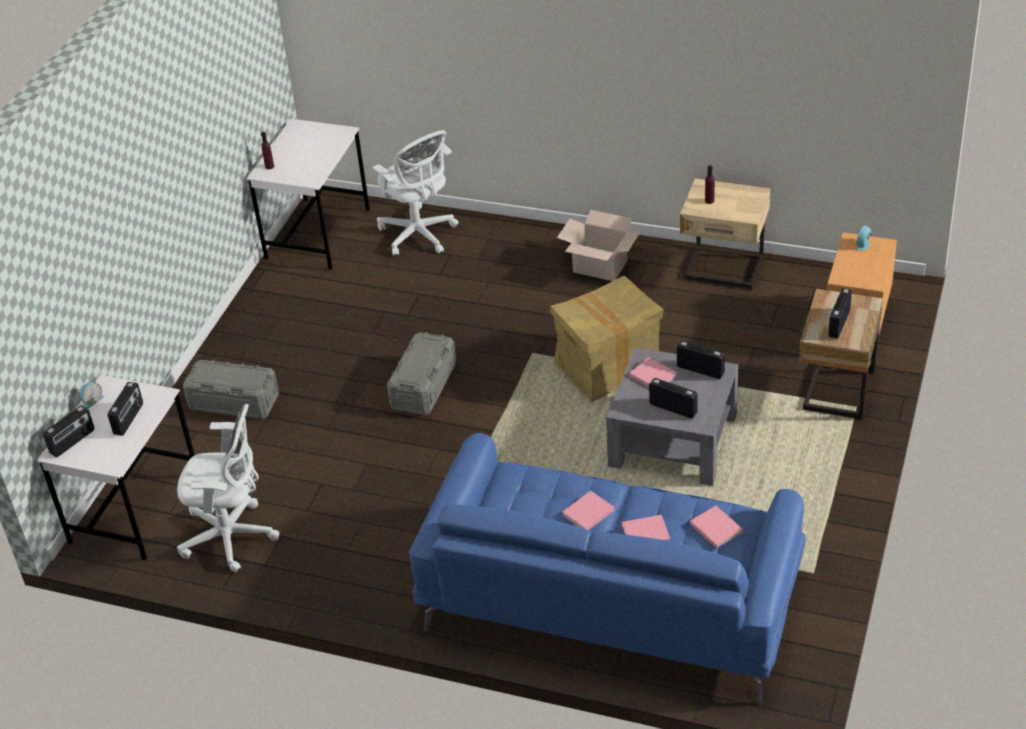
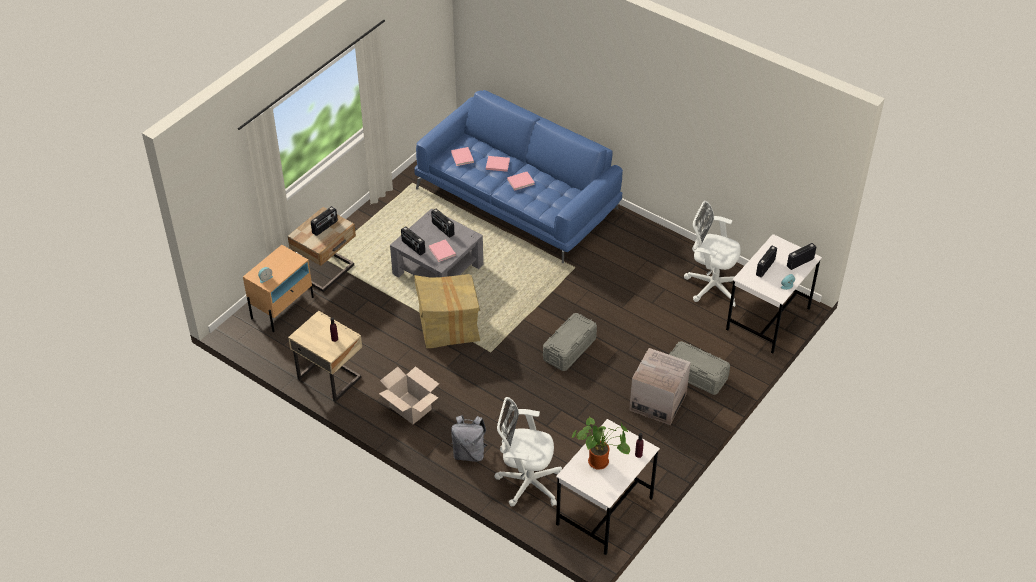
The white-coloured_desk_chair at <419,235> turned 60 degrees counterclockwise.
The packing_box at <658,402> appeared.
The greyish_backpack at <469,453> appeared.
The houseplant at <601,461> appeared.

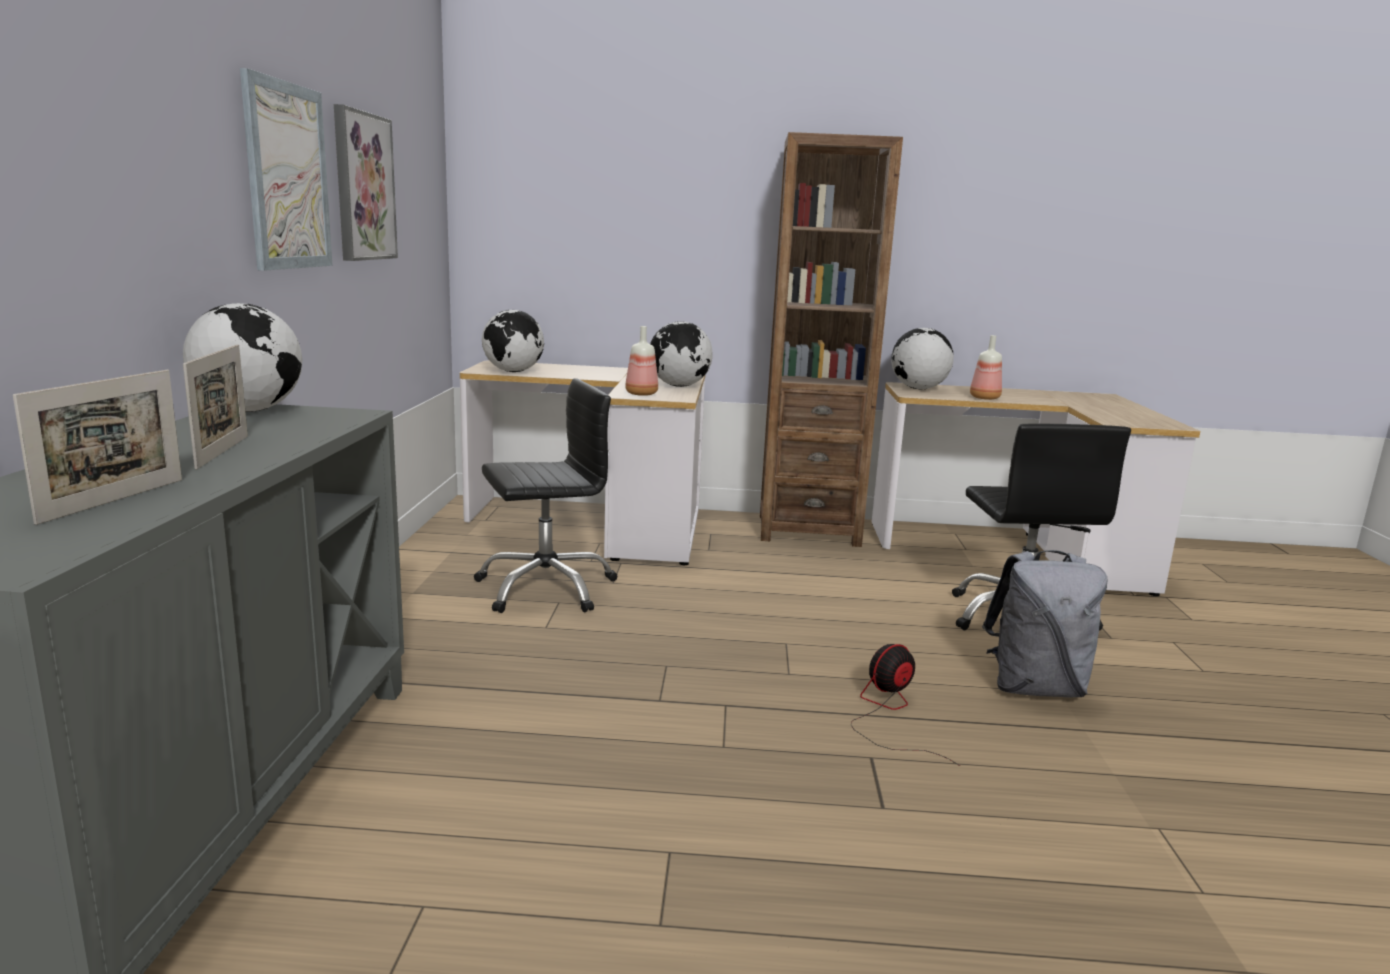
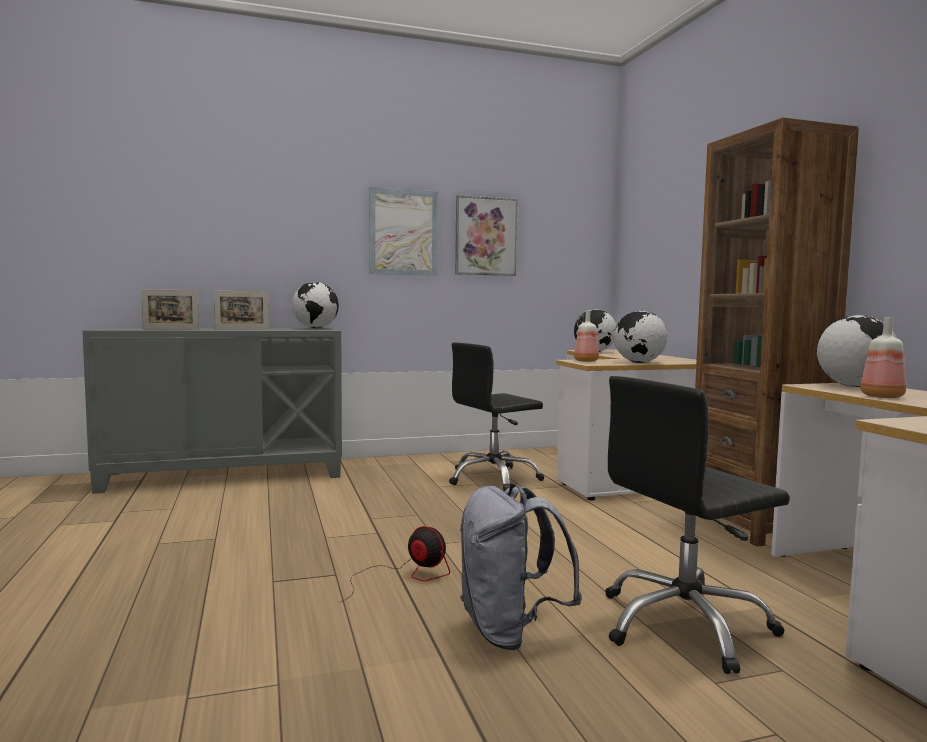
The blackish_desk_chair at <546,588> turned 105 degrees clockwise.

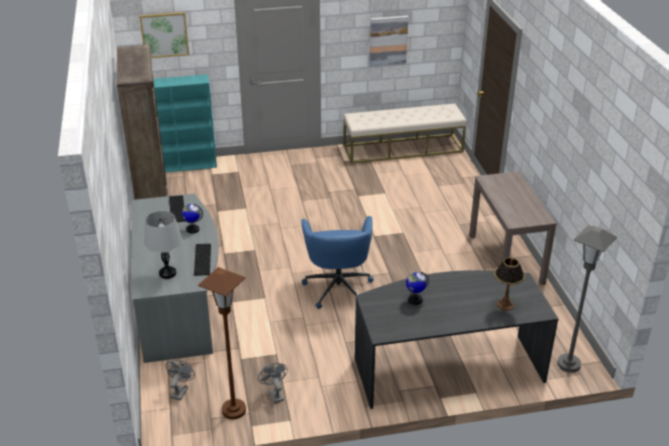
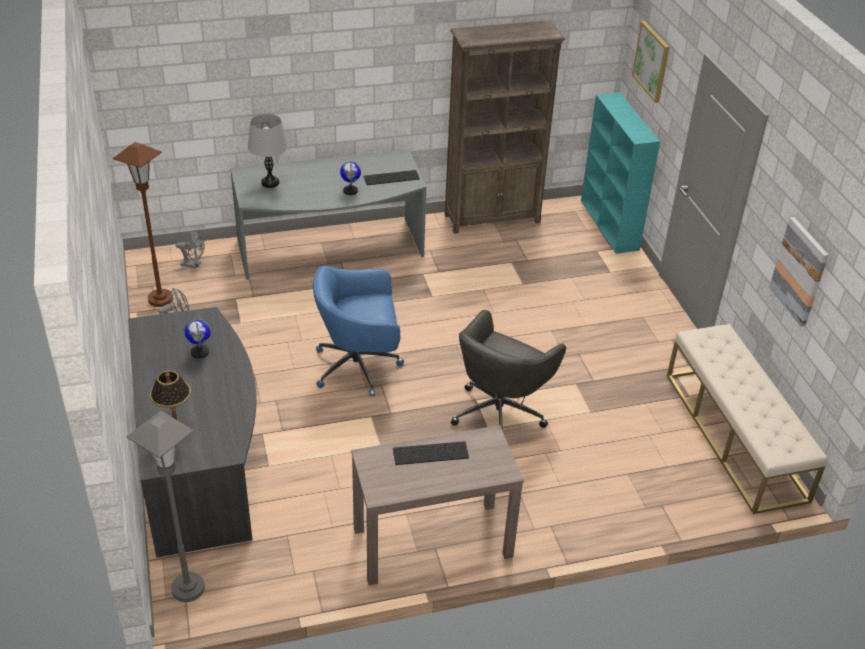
The PC_keyboard moved from <201,259> to <431,452>.
The greyish_desk_chair at <500,413> appeared.

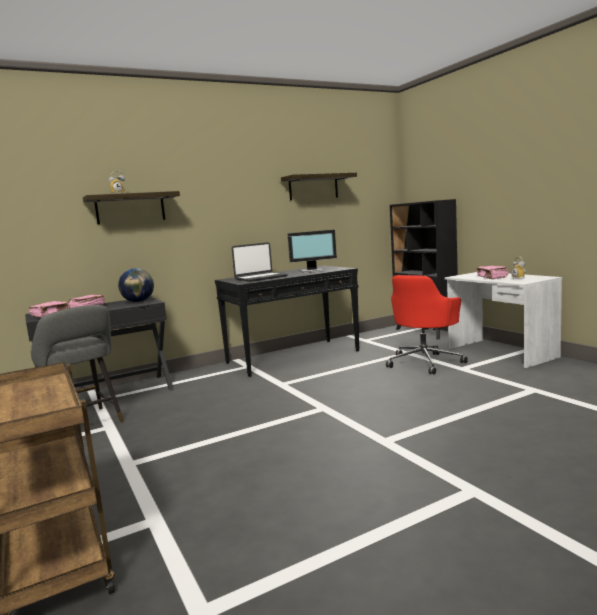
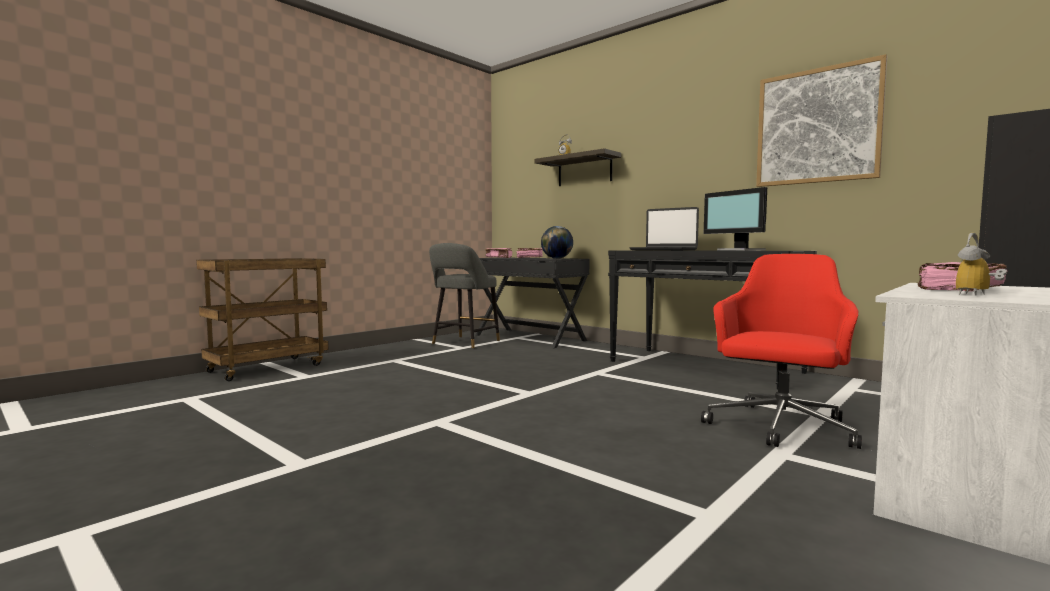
The wall_shelf at <313,187> was replaced by the wall_art at <817,126>.
The red_desk_chair at <425,362> turned 105 degrees clockwise.

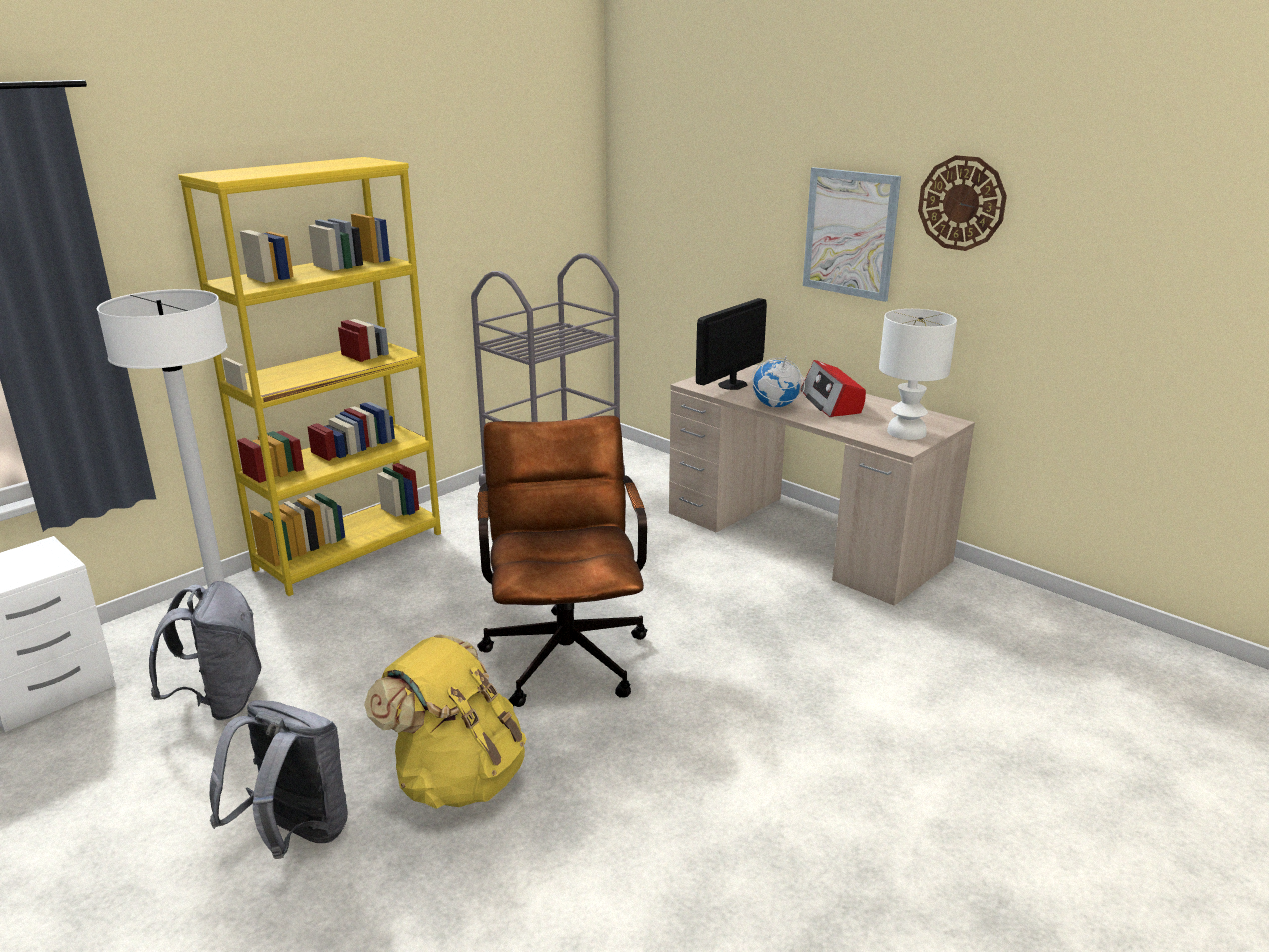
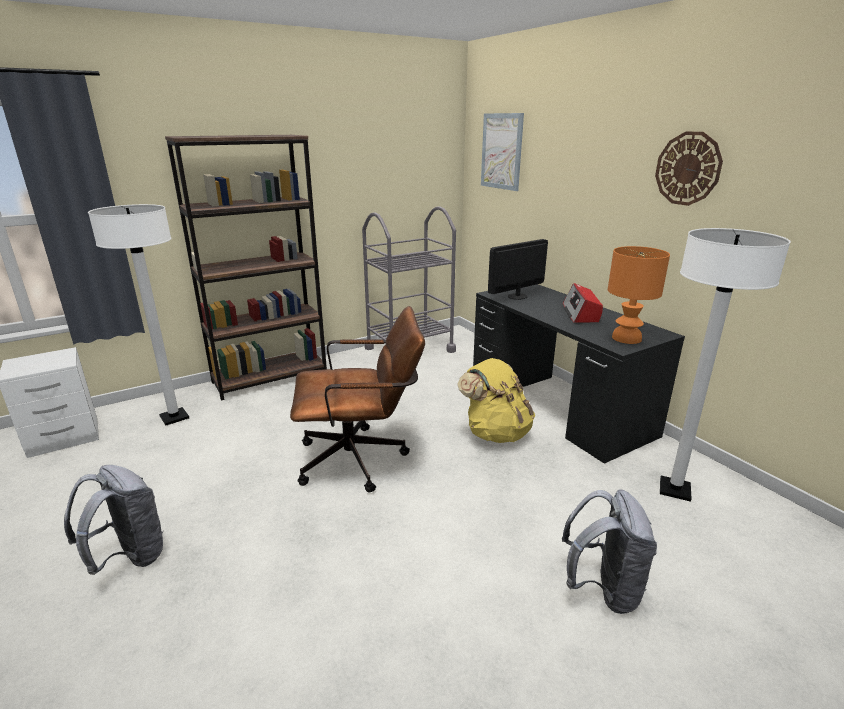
The yellowish_shelving_unit at <350,551> became the brown_shelving_unit at <270,378>.
The wall_art moved from <850,233> to <501,151>.
The white-coloured_lamp_for_a_table at <906,433> became the orange_lamp_for_a_table at <626,338>.
The world_globe at <775,406> disappeared.
The beige-coloured_desk_table at <804,536> became the blackish_desk_table at <557,405>.
The brown_desk_chair at <565,649> turned 75 degrees clockwise.
The greyish_backpack moved from <221,701> to <603,589>.
The yellowish_backpack moved from <457,778> to <495,432>.
The white-coloured_floor_lamp at <674,490> appeared.

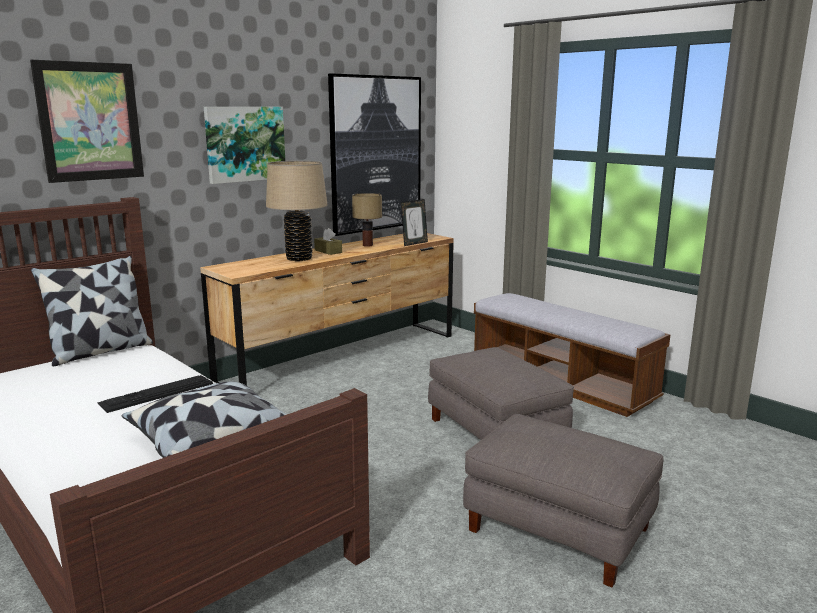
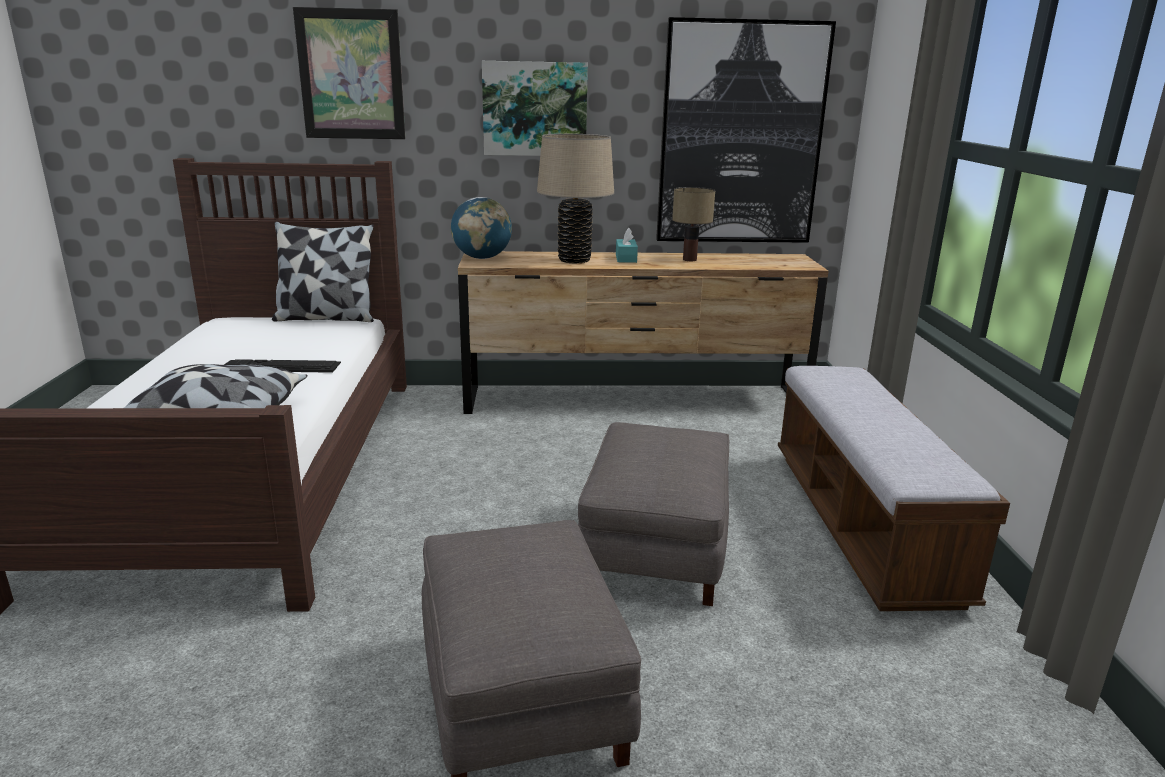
The picture_frame at <414,243> disappeared.
The brown_tissue_box at <328,251> became the blue-green_tissue_box at <626,258>.
The world_globe at <482,258> appeared.

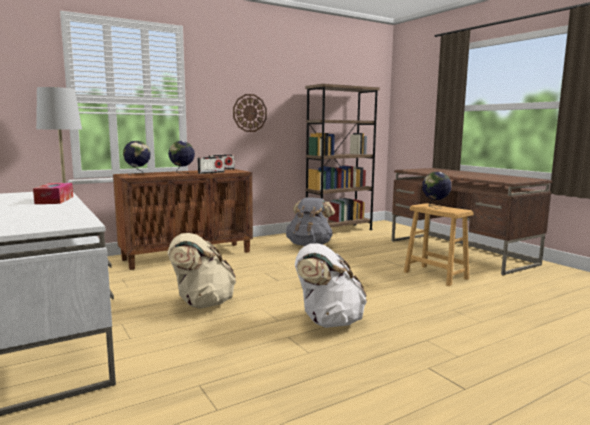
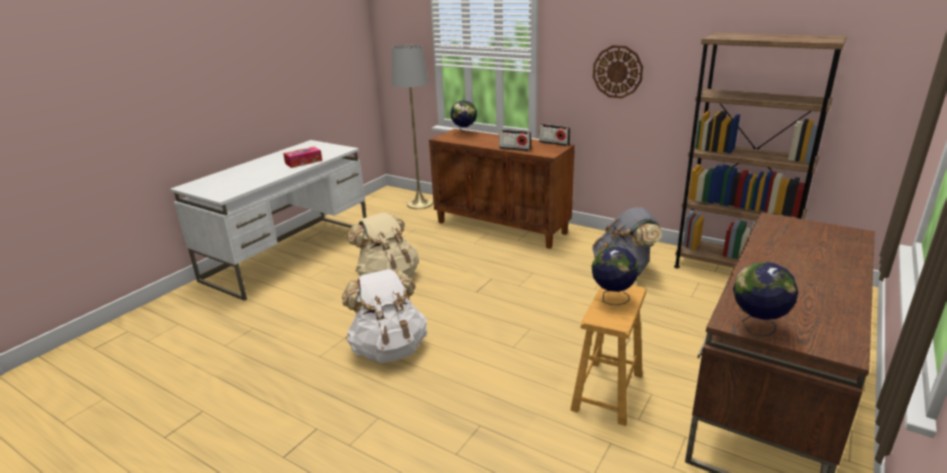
The world_globe moved from <182,173> to <757,328>.

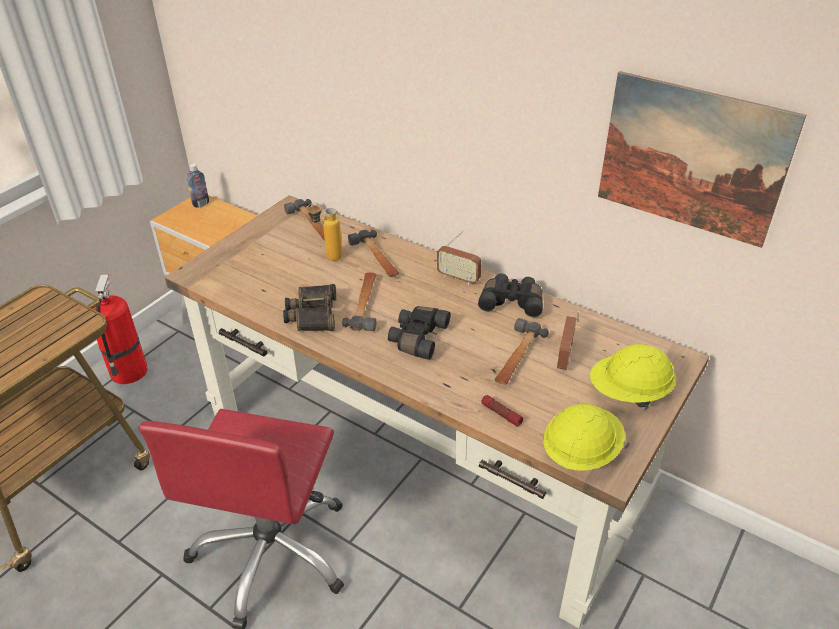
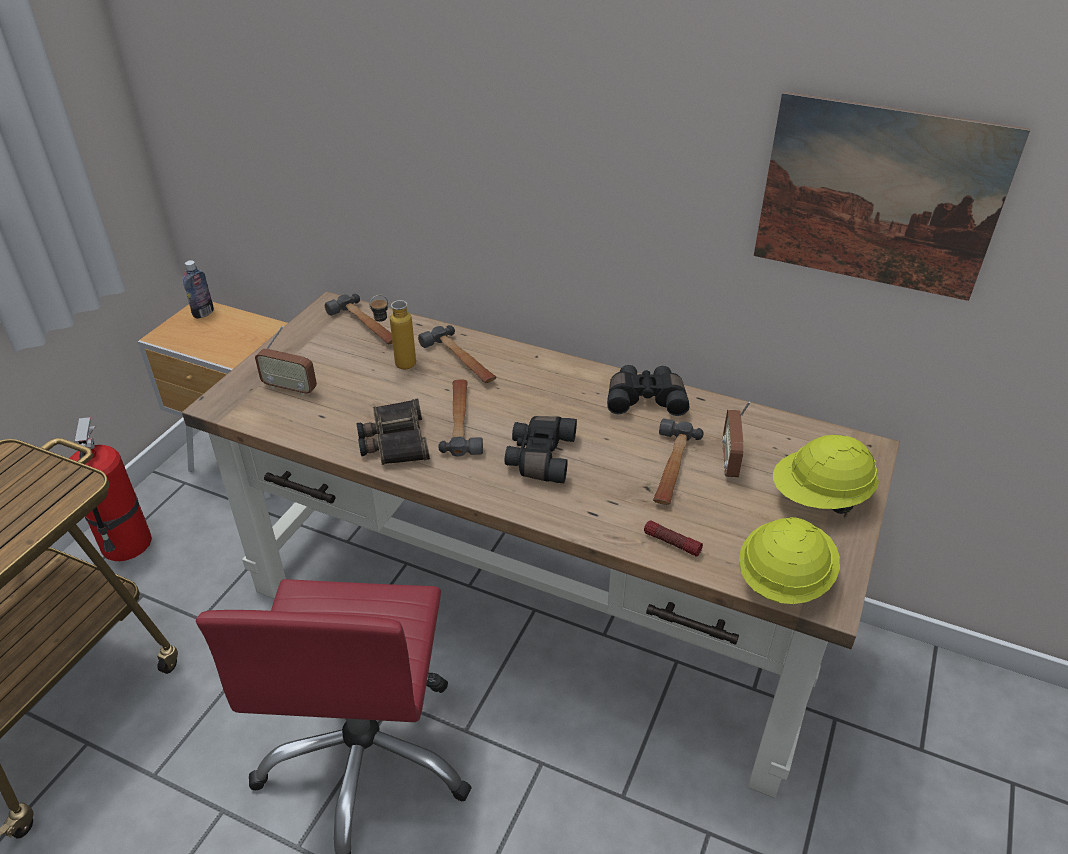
The radio_receiver moved from <458,278> to <290,388>.

